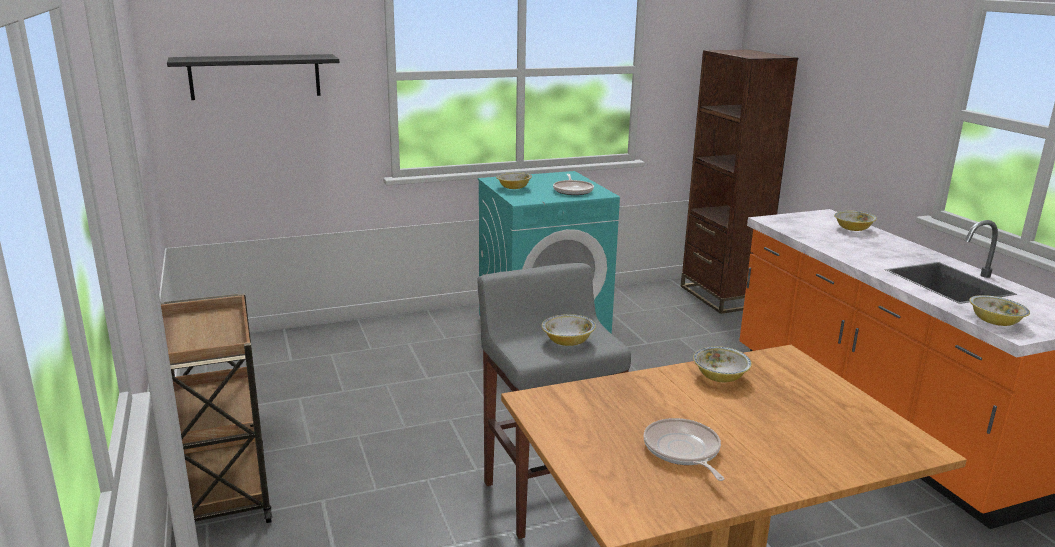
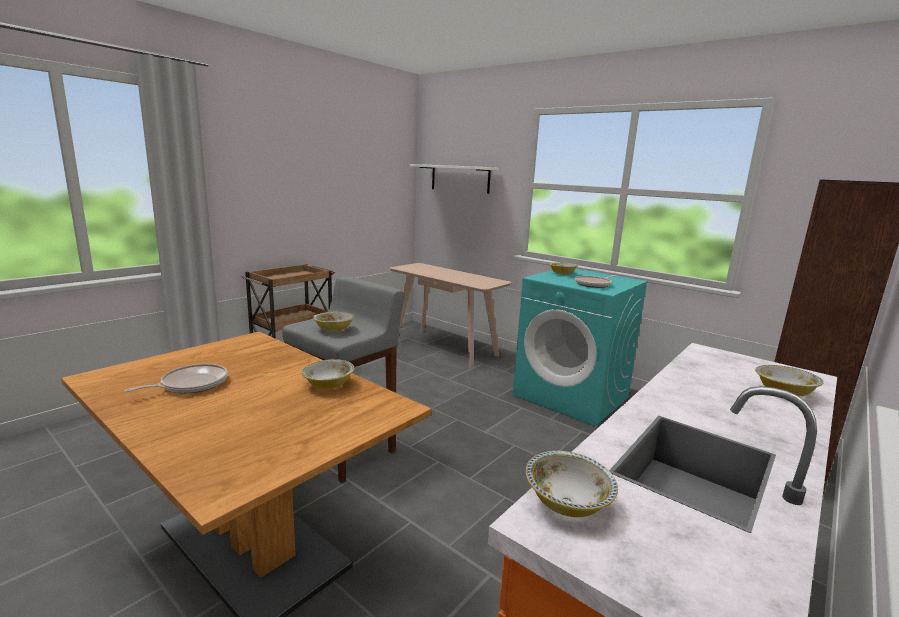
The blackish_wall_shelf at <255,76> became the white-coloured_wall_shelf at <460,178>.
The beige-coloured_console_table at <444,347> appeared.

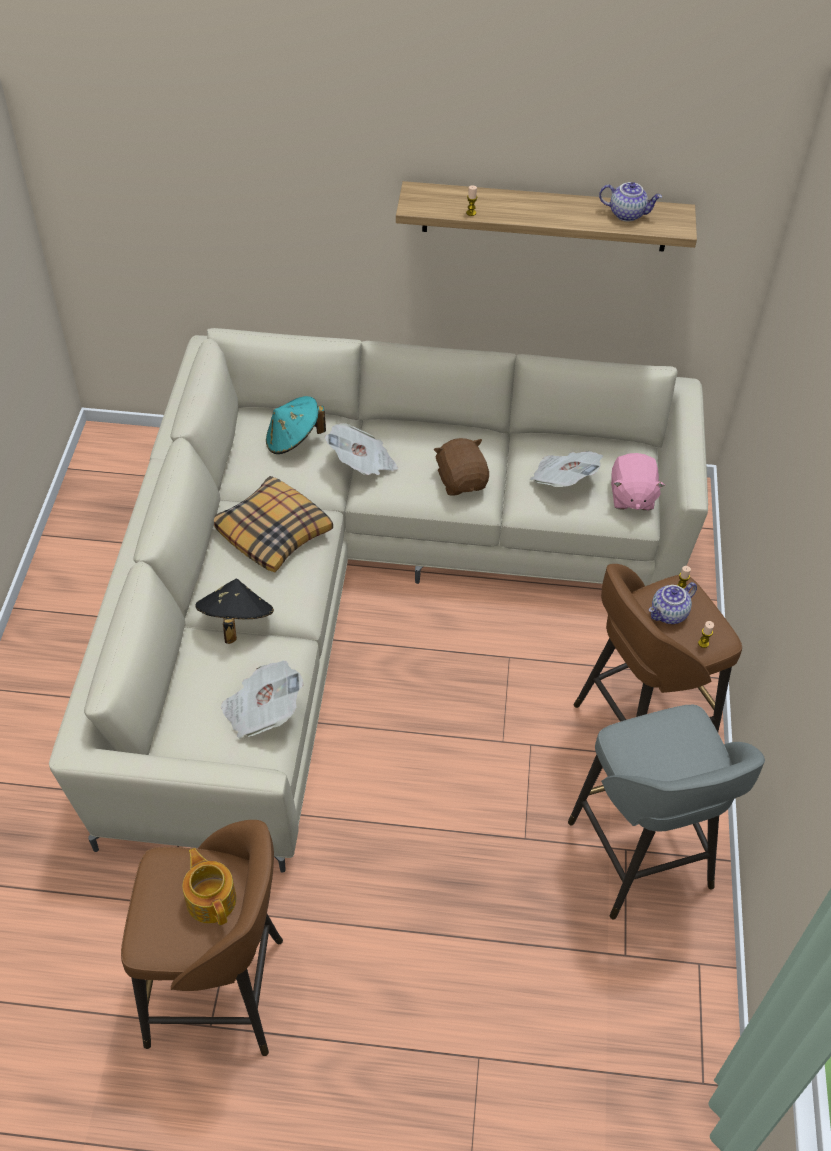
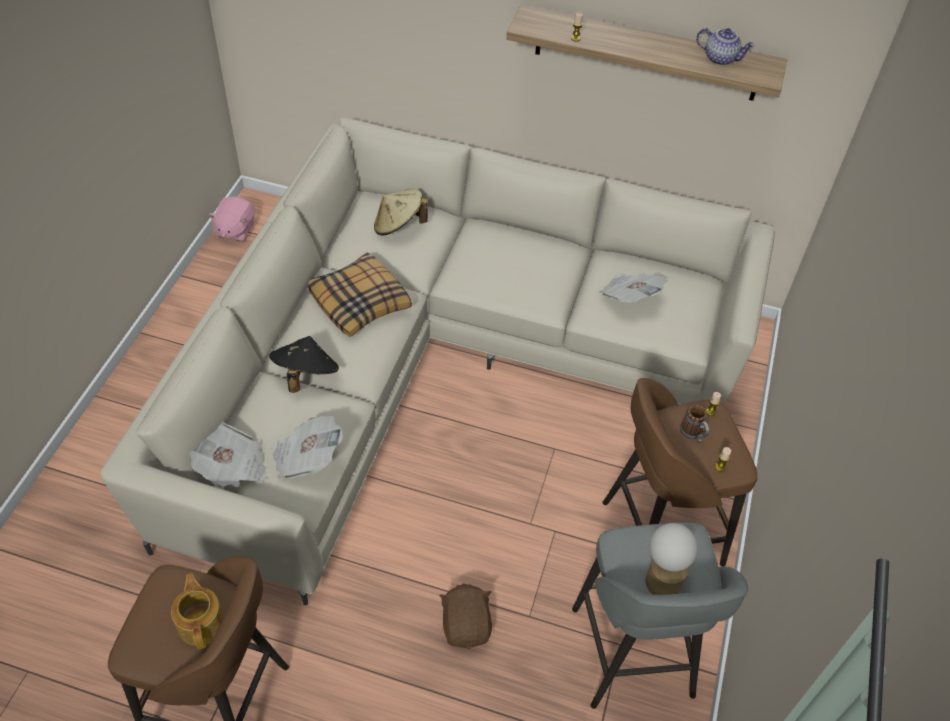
The blue-green_clothing_hat at <293,440> became the beige-coloured_clothing_hat at <399,226>.
The daily_paper moved from <362,464> to <231,467>.
The brown_plush_toy moved from <462,481> to <466,625>.
The pink-coloured_plush_toy moved from <631,496> to <235,230>.
The teapot at <669,614> was replaced by the mug at <693,435>.
The lamp_for_a_table at <663,577> appeared.

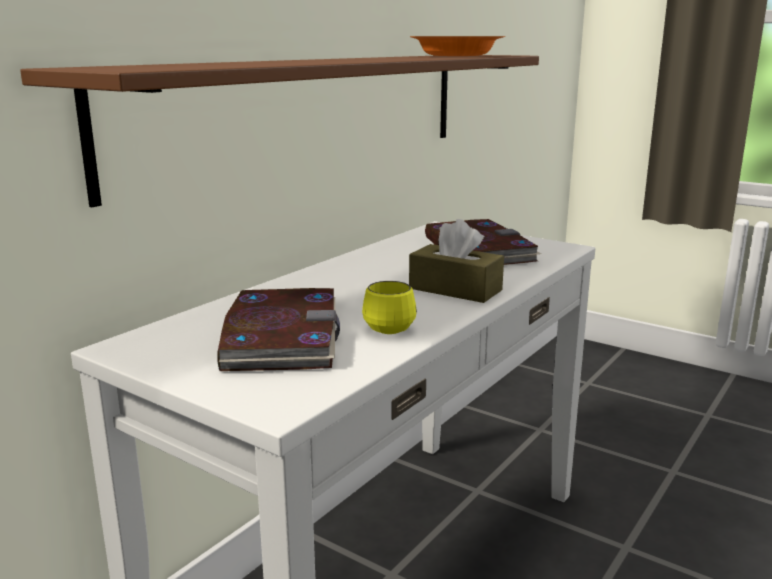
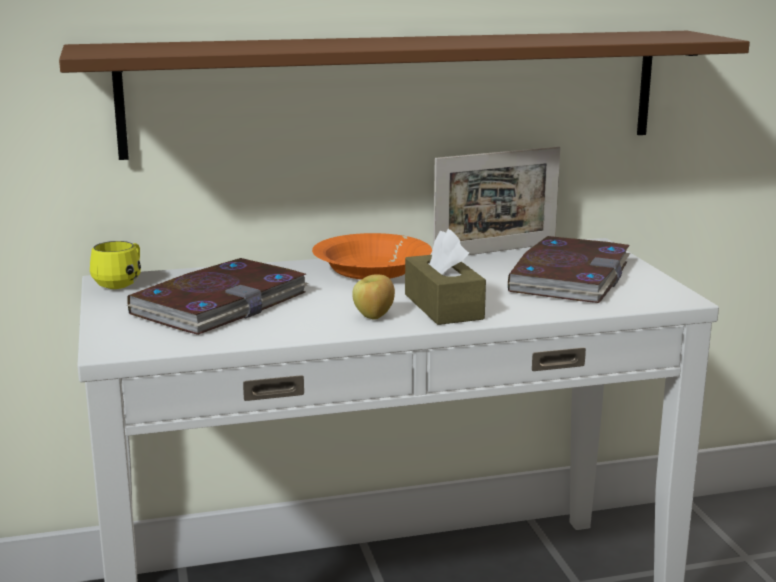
The orange_serving_bowl moved from <456,55> to <372,271>.
The yellowish_mug moved from <386,326> to <122,283>.
The picture_frame at <495,251> appeared.
The apple_fruit at <374,317> appeared.

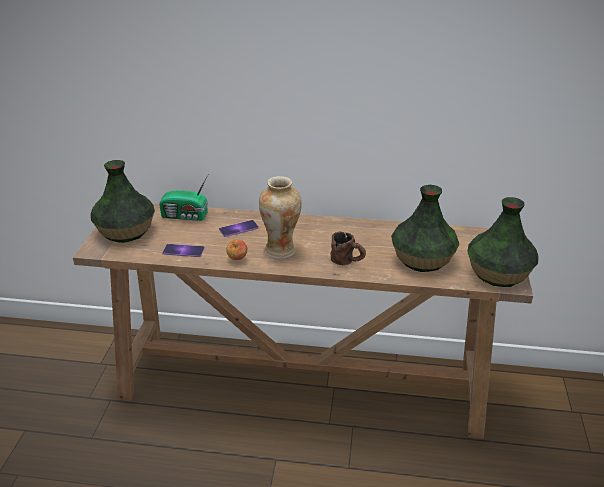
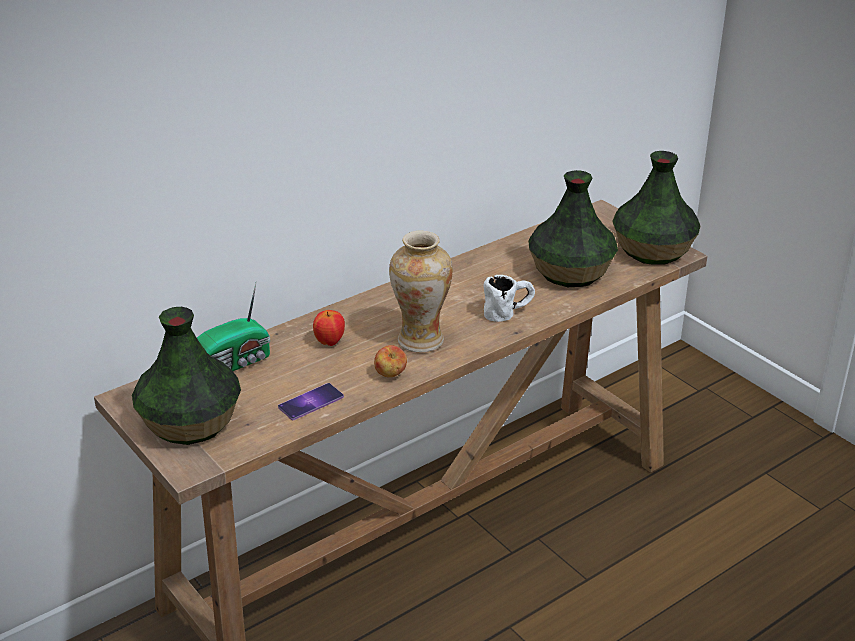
The handset at <238,228> was replaced by the apple_fruit at <329,342>.
The brown_mug at <348,262> became the white-coloured_mug at <508,313>.

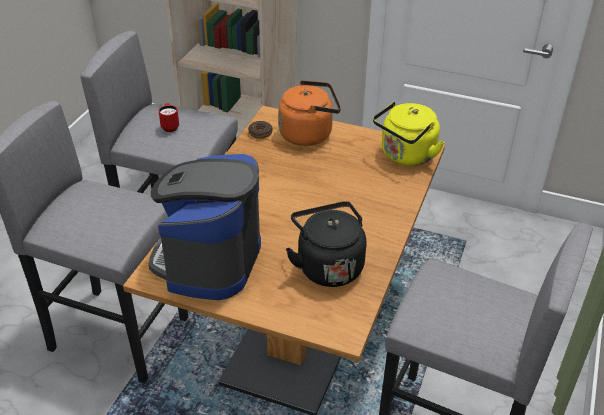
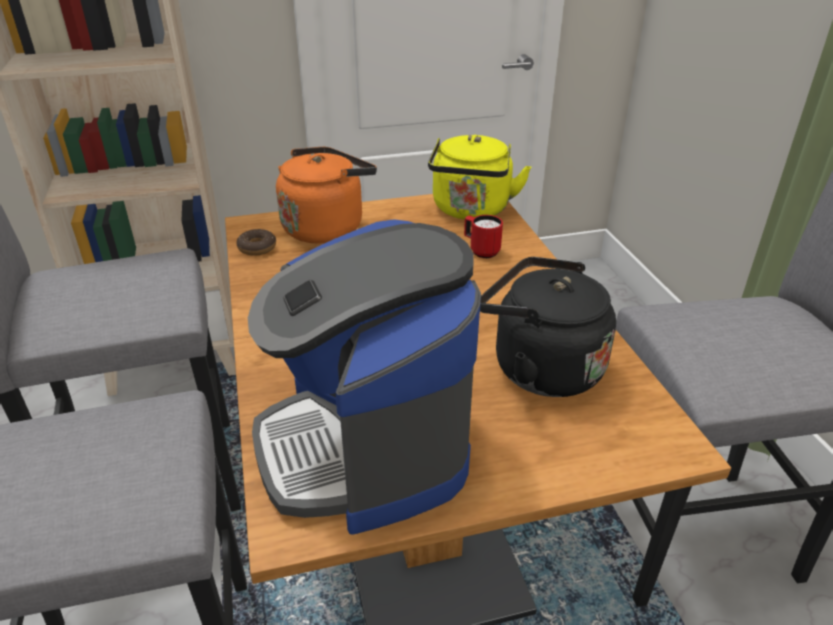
The red_mug moved from <170,126> to <481,251>.

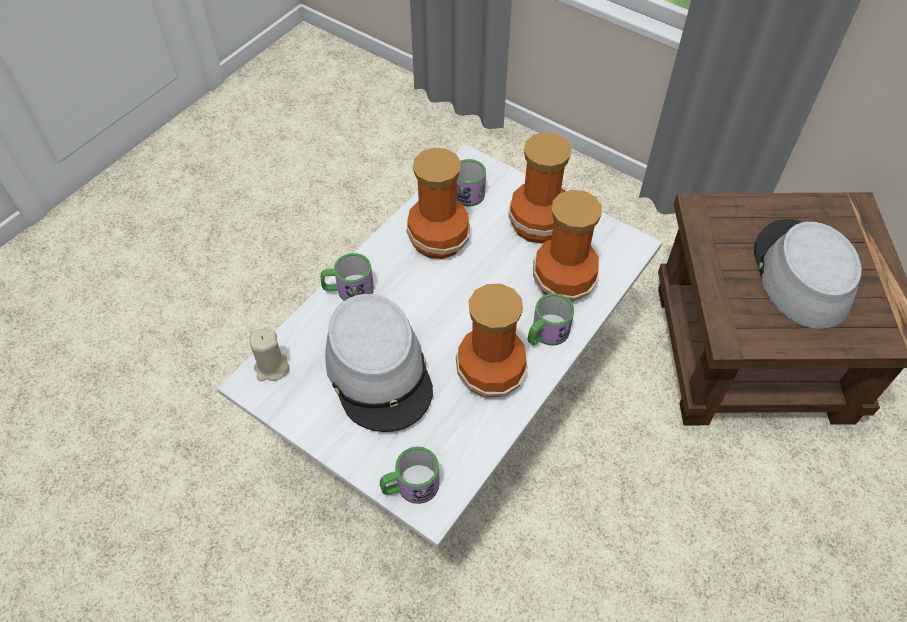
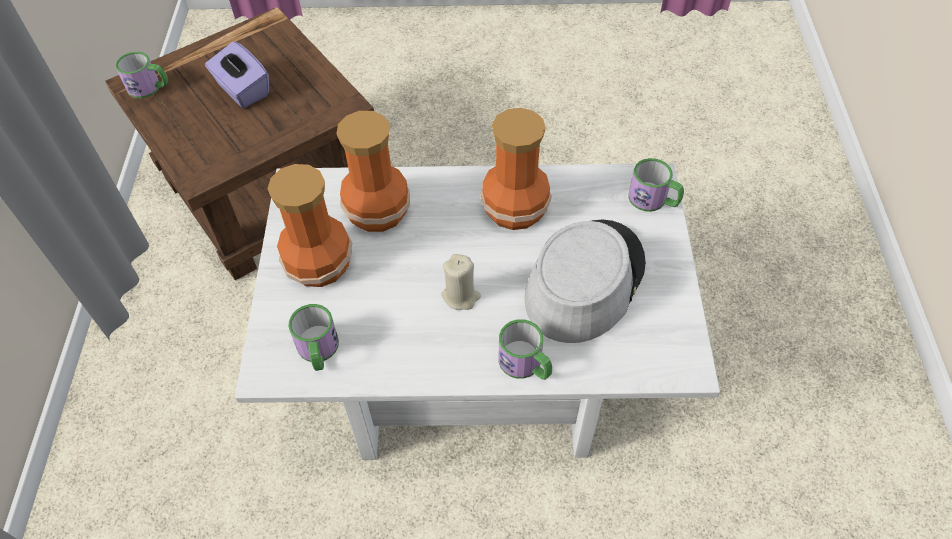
The flower_vase at <437,239> disappeared.
The greyish_clothing_hat at <800,274> was replaced by the purple-coloured_tissue_box at <242,90>.
The mug moved from <546,334> to <149,87>.
The beige-coloured_wax_light moved from <271,368> to <461,296>.

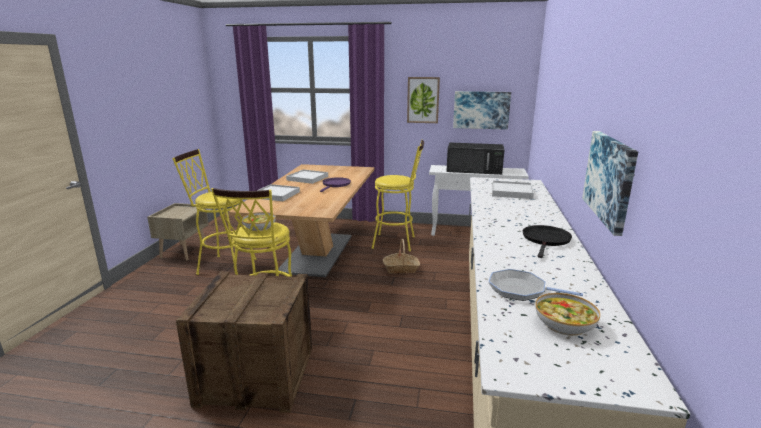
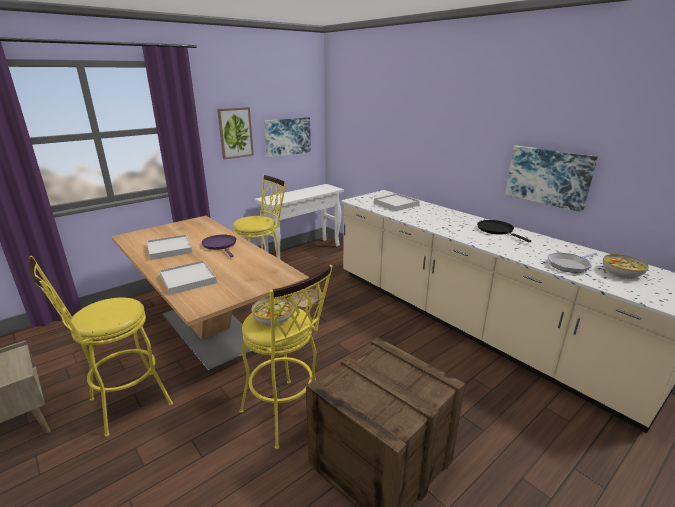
The blackish_kitchen_microwave at <475,170> disappeared.

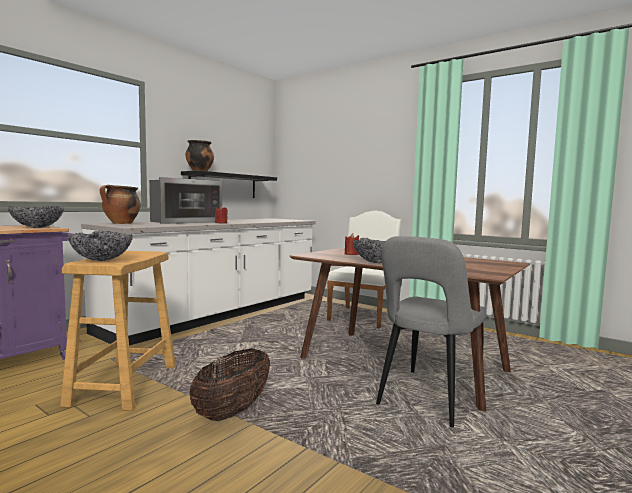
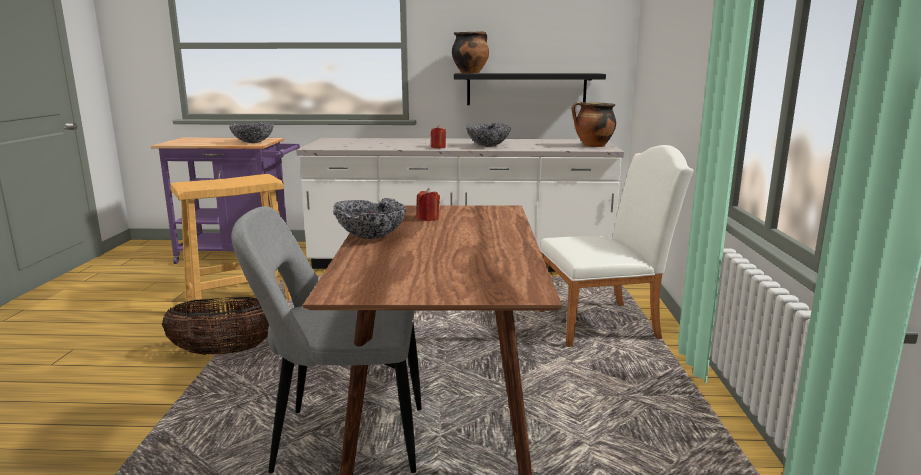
The kitchen_microwave at <184,222> disappeared.
The saucepot moved from <121,223> to <593,146>.
The serving_bowl moved from <102,260> to <488,146>.

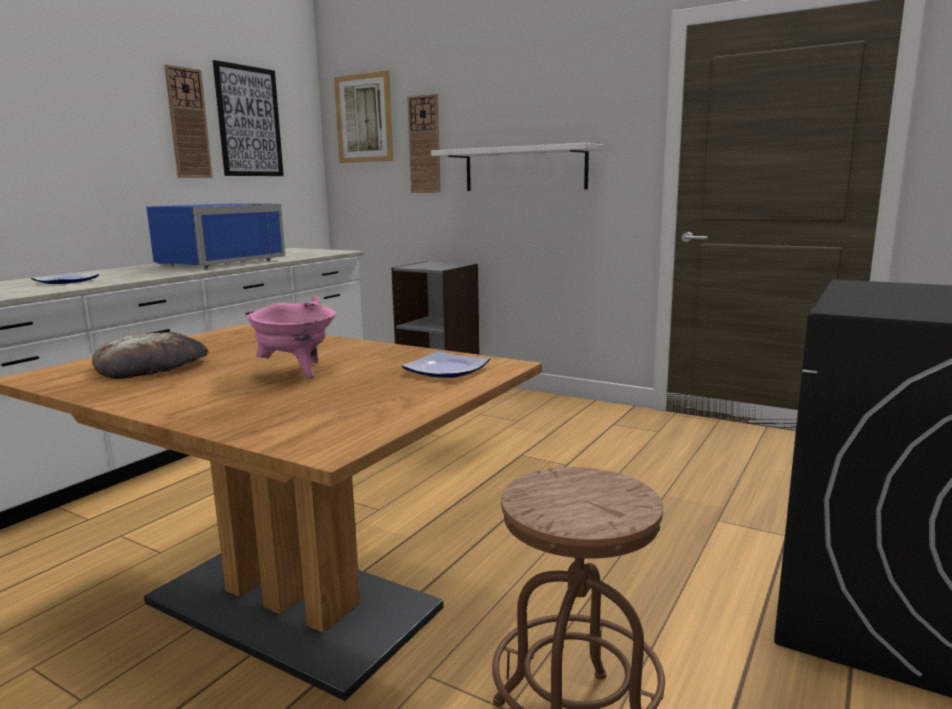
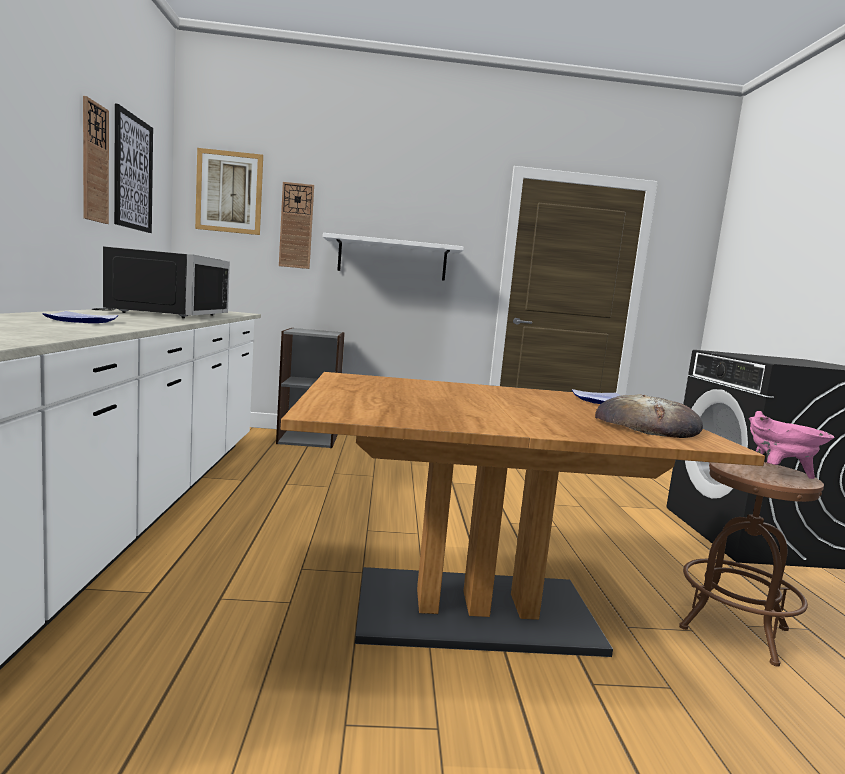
The bluish_kitchen_microwave at <216,262> became the blackish_kitchen_microwave at <162,313>.
The pink-coloured_saucepot moved from <296,372> to <779,474>.
The bread moved from <152,365> to <646,425>.

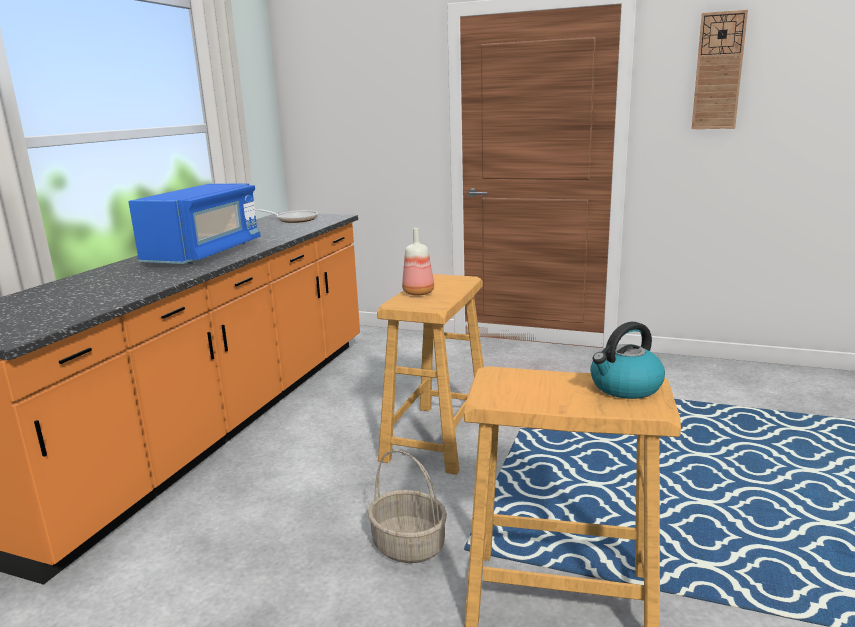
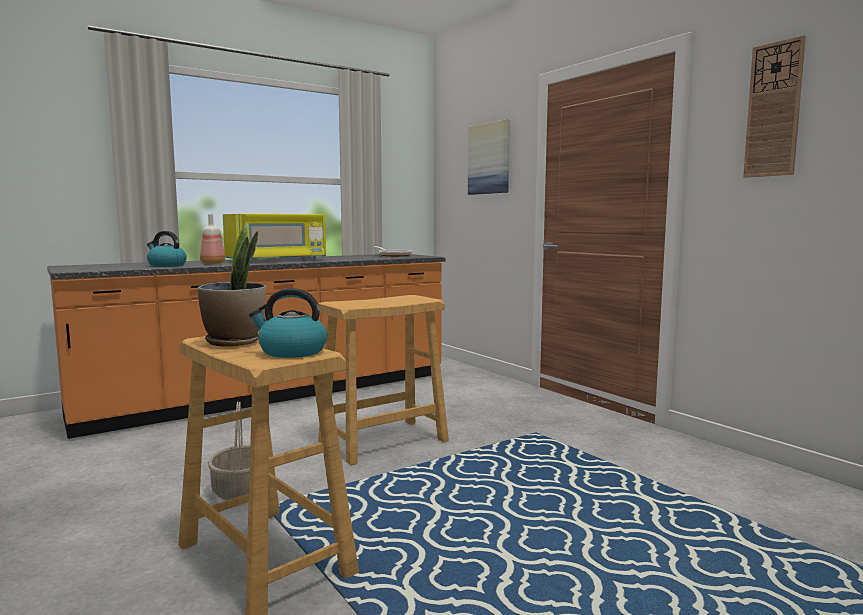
The bluish_kitchen_microwave at <205,253> became the yellowish_kitchen_microwave at <277,260>.
The bottle moved from <419,293> to <213,263>.
The wall_art at <489,158> appeared.
The houseplant at <235,342> appeared.
The water_kettle at <166,265> appeared.

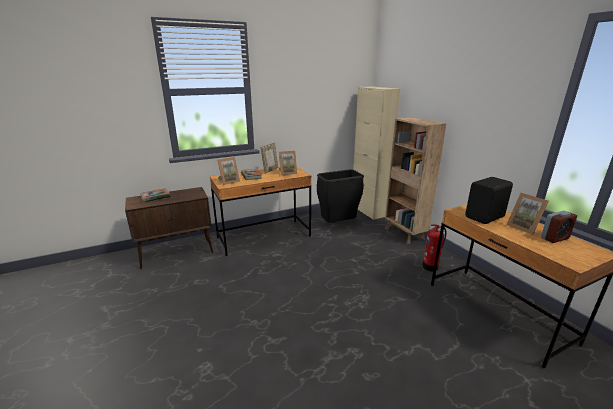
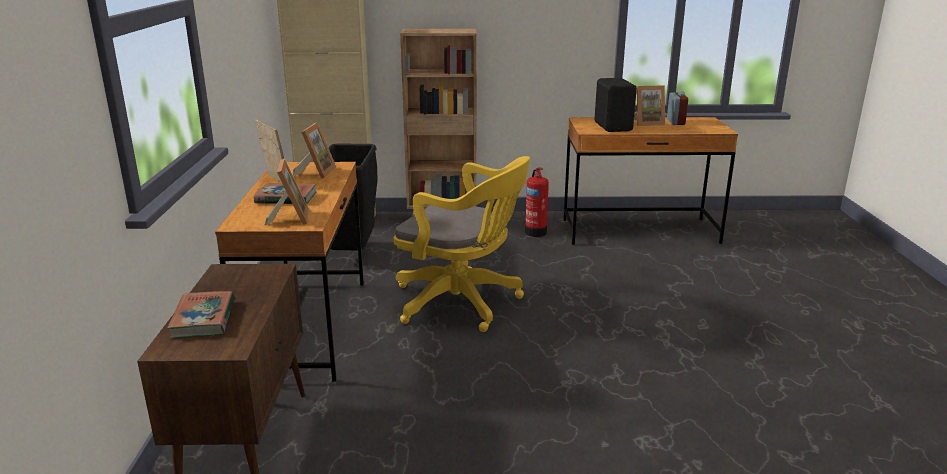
The yellowish_desk_chair at <463,303> appeared.

